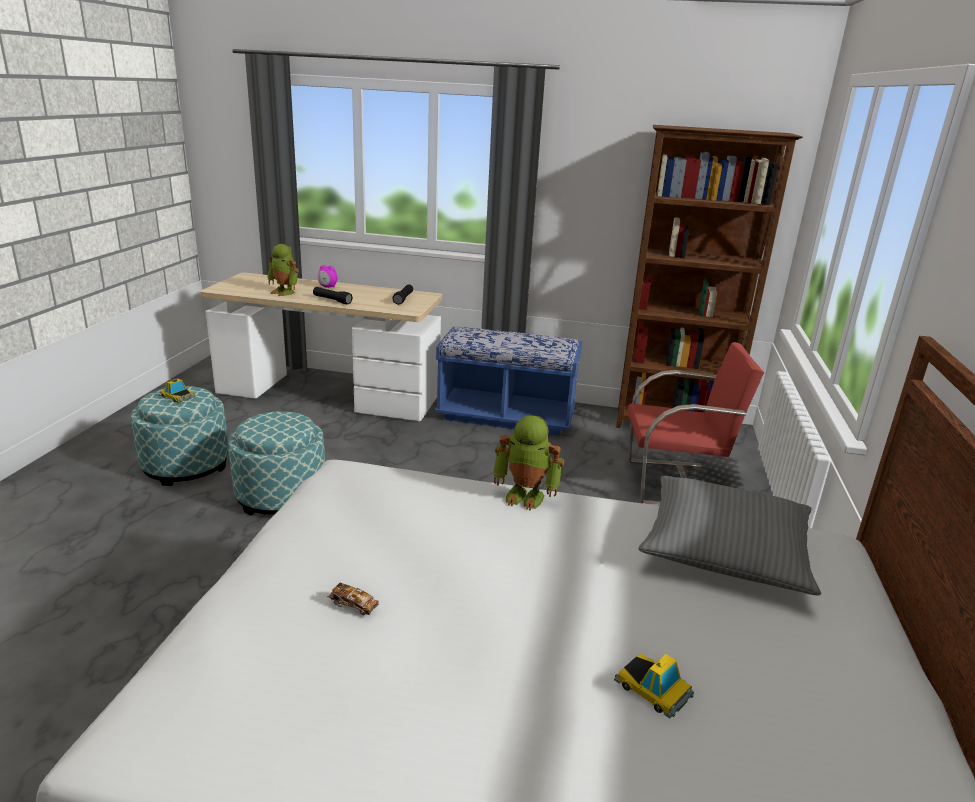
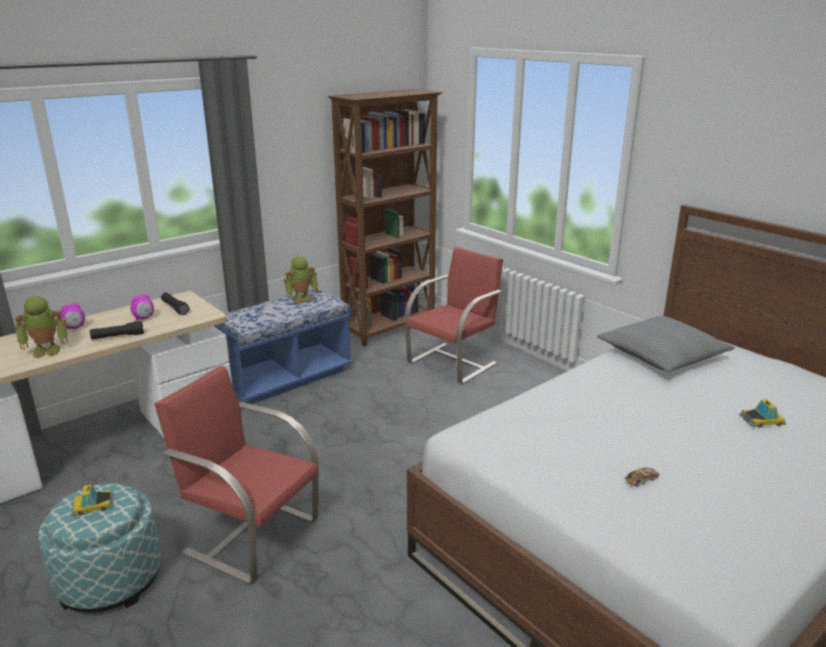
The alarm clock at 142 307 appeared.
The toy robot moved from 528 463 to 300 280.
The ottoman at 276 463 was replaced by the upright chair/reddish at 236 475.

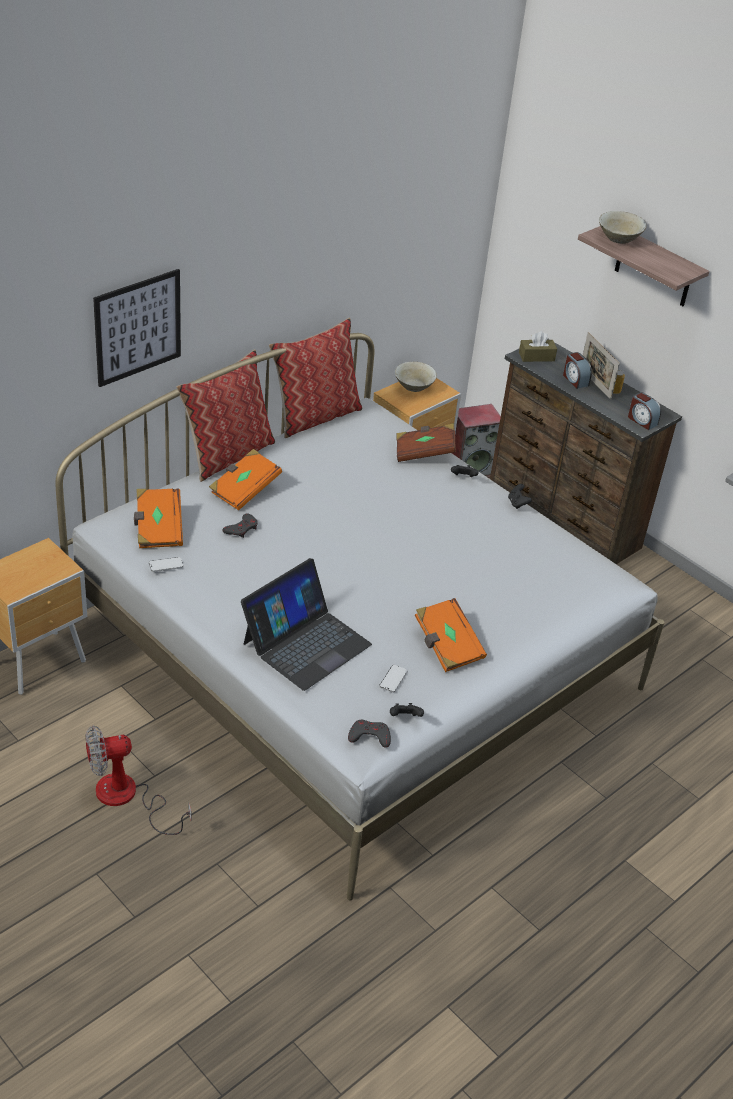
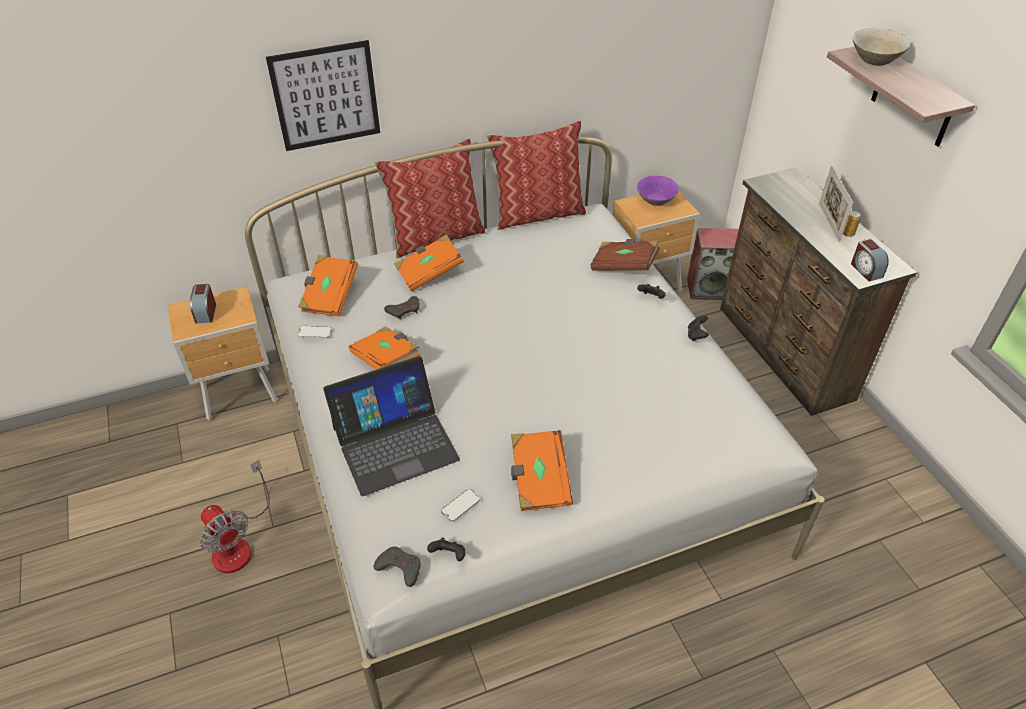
The box of tissues/brown at 538 346 disappeared.
The bound book/orangey at 385 348 appeared.
The alarm clock moved from 577 370 to 203 303.
The serving bowl/sand-coloured at 416 377 became the serving bowl/purplish at 658 191.
The cooling fan at 139 780 turned 135 degrees counterclockwise.

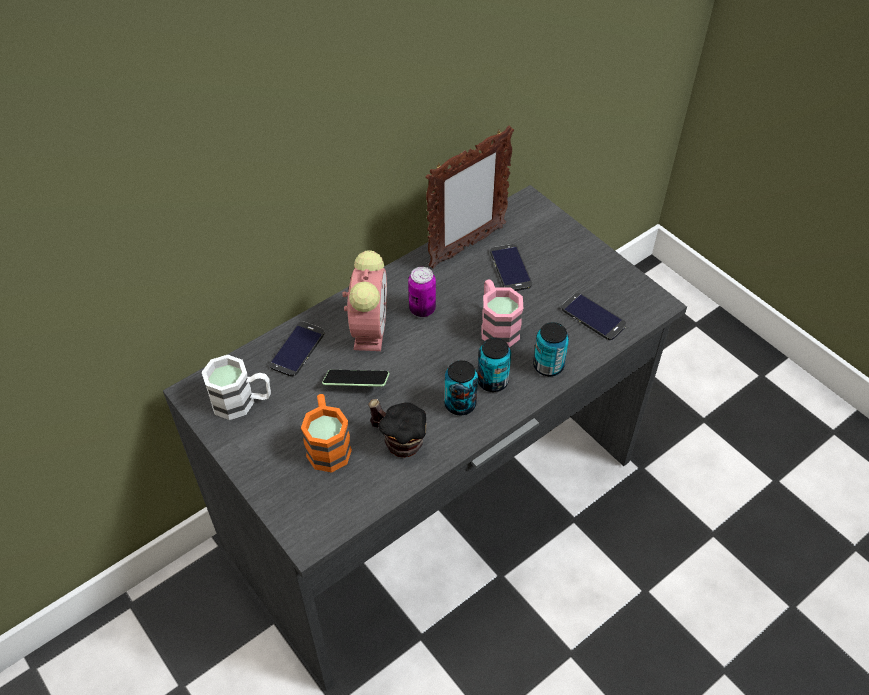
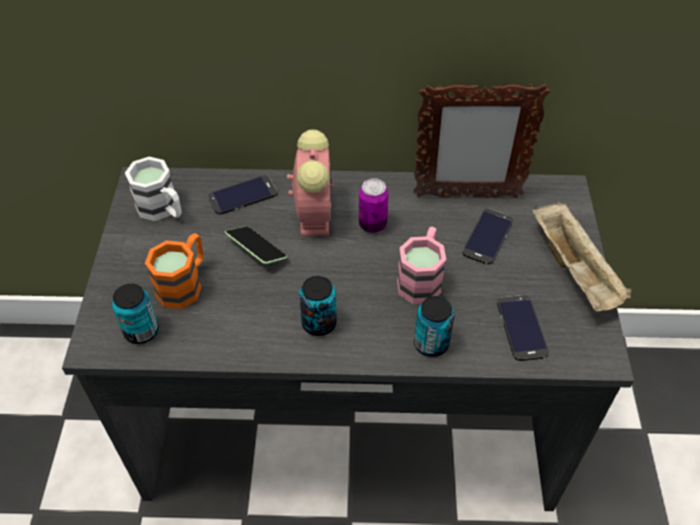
The tea mug at 397 428 disappeared.
The tray/sand-coloured at 582 256 appeared.
The sealed can moved from 494 365 to 135 314.
The alarm clock at 364 300 turned 45 degrees counterclockwise.

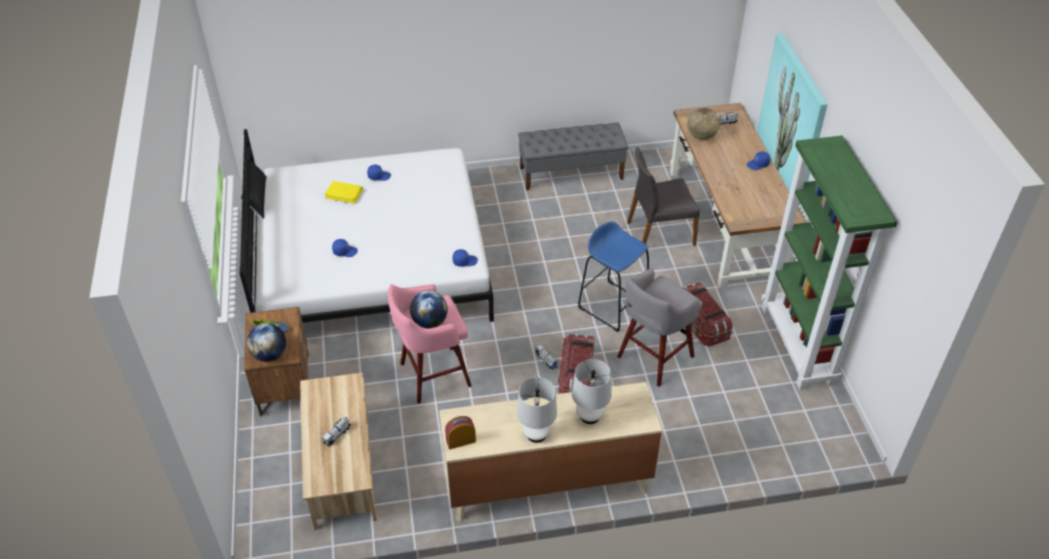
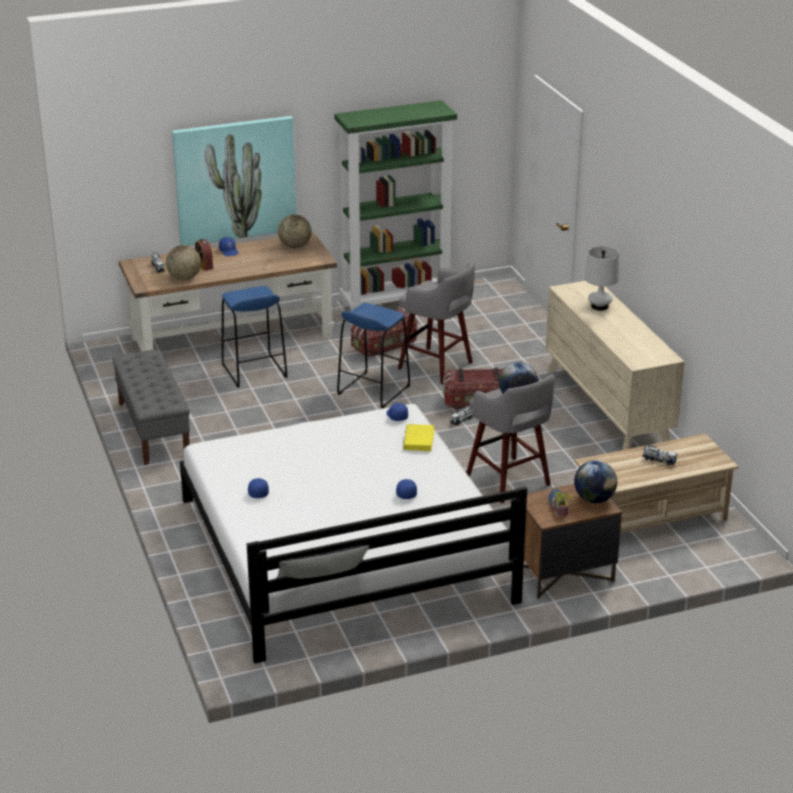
The lamp for a table/white at 537 410 disappeared.
The globe at 295 231 appeared.
The bound book/yellow moved from 343 192 to 419 437.
The alarm clock moved from 460 432 to 204 255.
The upright chair/gray at 663 196 was replaced by the stool seat/blue-coloured at 254 337.
The stool seat/pink at 429 344 became the stool seat/gray at 510 439.

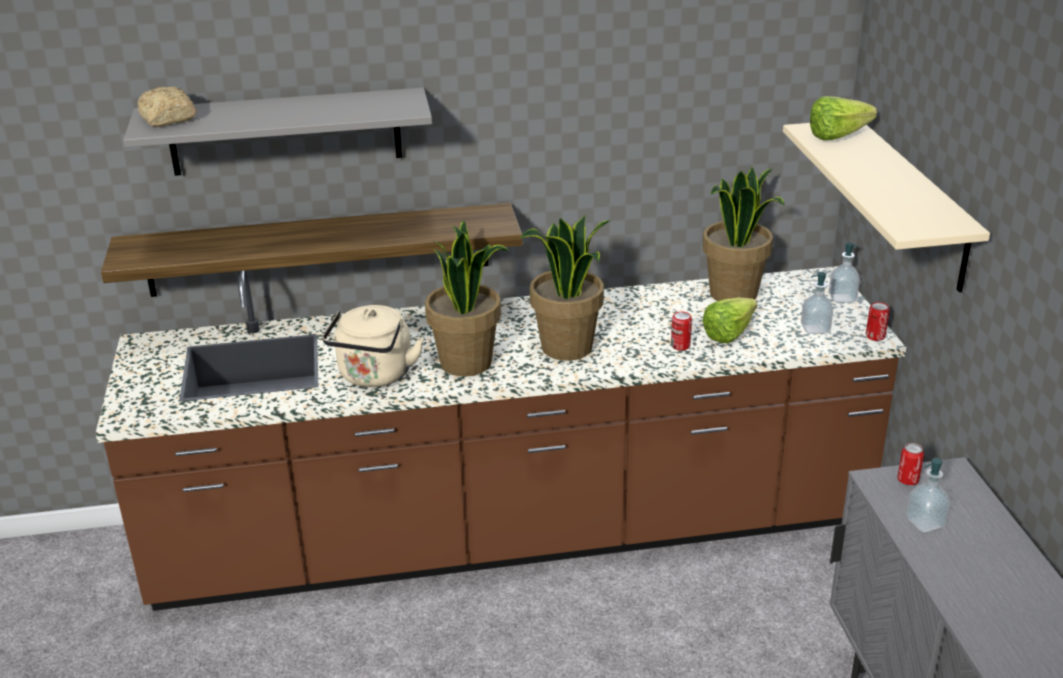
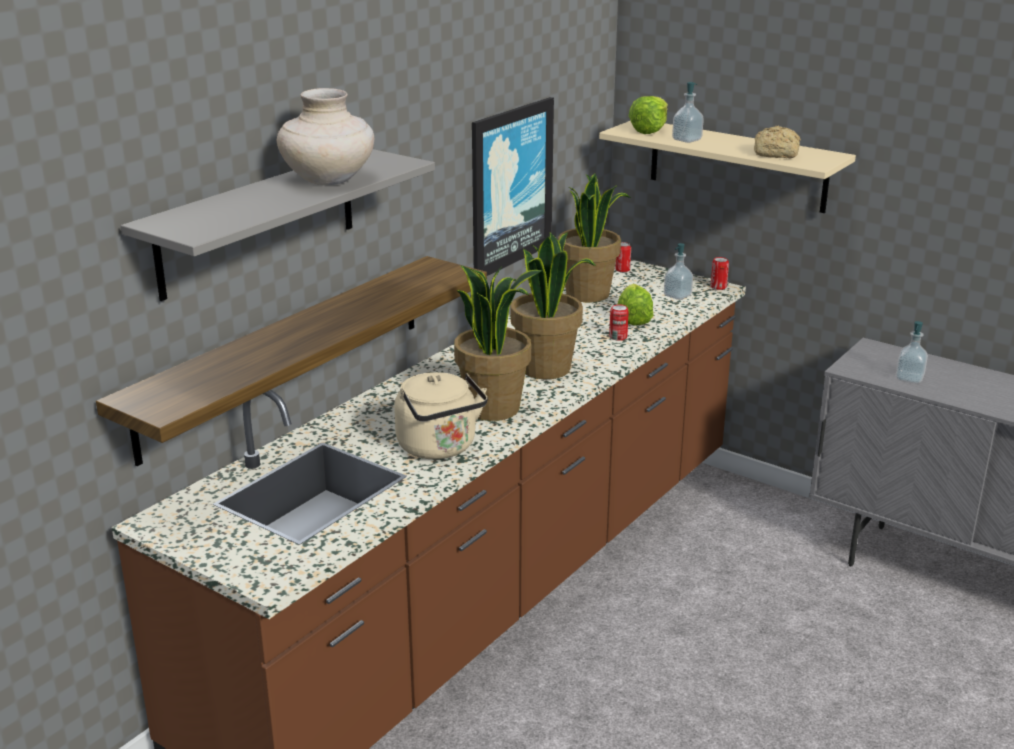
The vase/sand-coloured at 325 136 appeared.
The wall picture at 513 186 appeared.
The bakery bread moved from 167 106 to 777 142.
The soap dispenser moved from 844 272 to 688 112.
The sealed can moved from 910 464 to 623 257.

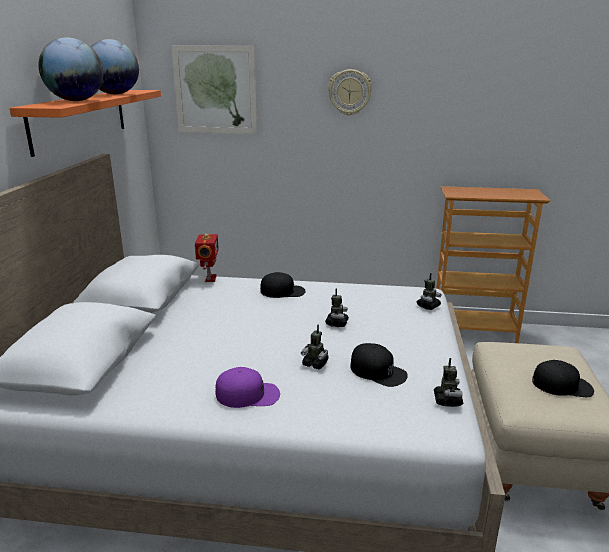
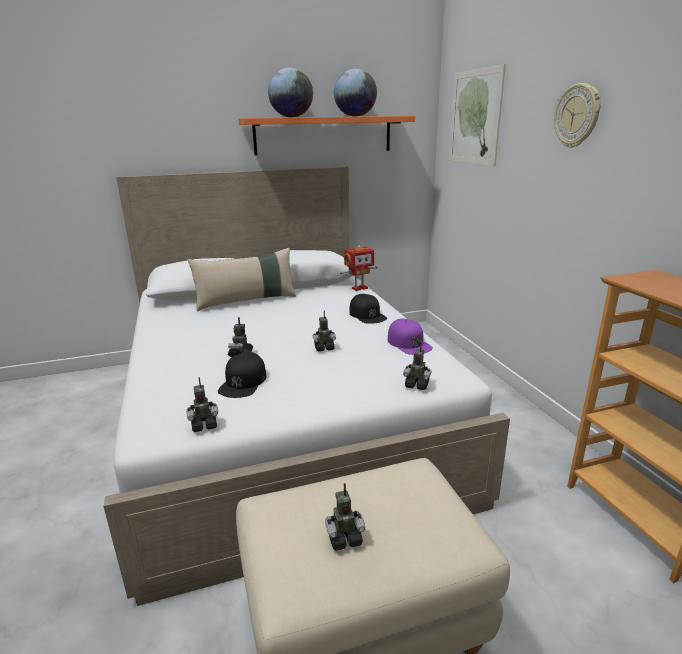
The cushion/sand-coloured at 242 279 appeared.
The baseball cap/purplish moved from 247 387 to 410 336.
The baseball cap/blackish at 563 378 was replaced by the toy robot at 345 517.

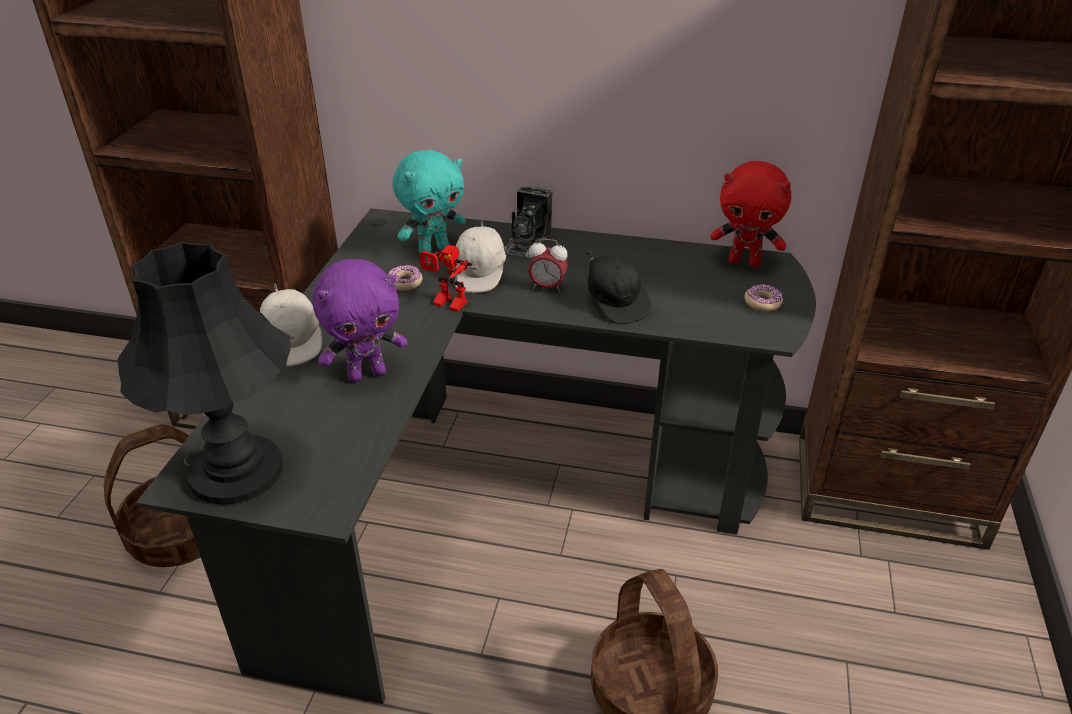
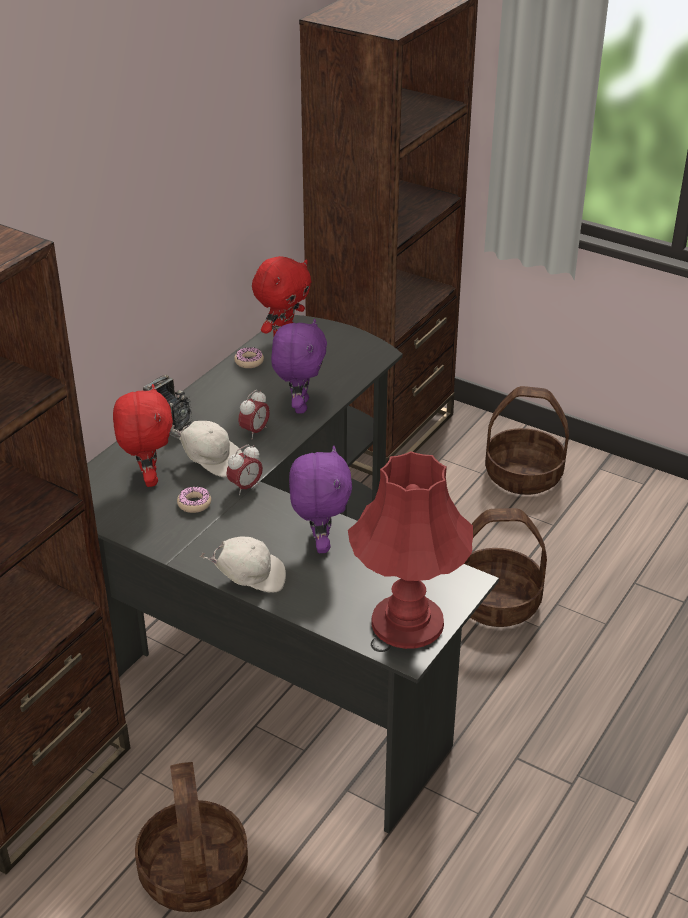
The storage basket at 527 440 appeared.
The donut moved from 763 297 to 249 357.
The toy robot at 445 278 was replaced by the alarm clock at 244 469.
The baseball cap/blackish at 619 287 was replaced by the plush toy/purplish at 299 366.
The lamp for a table/blackish at 204 373 became the lamp for a table/reddish at 410 550.
The plush toy/turquoise at 429 201 became the plush toy/reddish at 143 435.

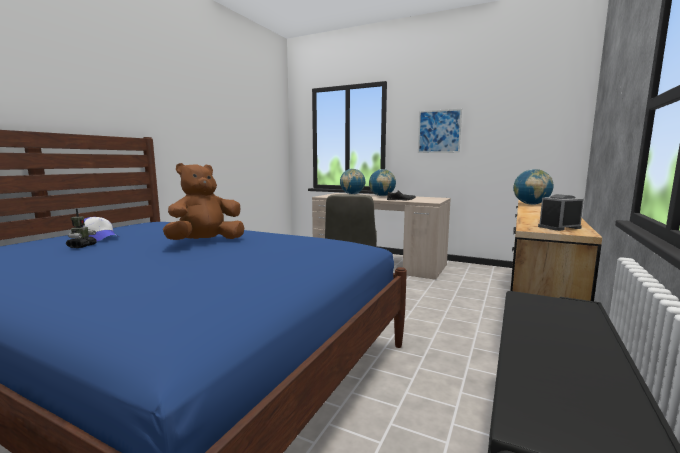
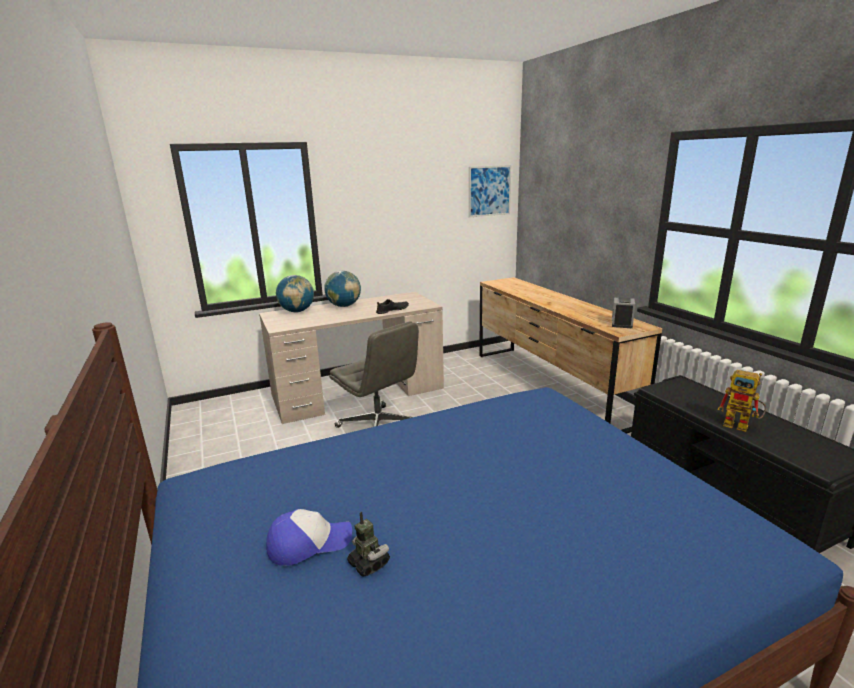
The plush toy/brown at 203 201 disappeared.
The globe at 533 187 disappeared.
The toy robot at 741 401 appeared.
The wall picture moved from 440 131 to 490 191.

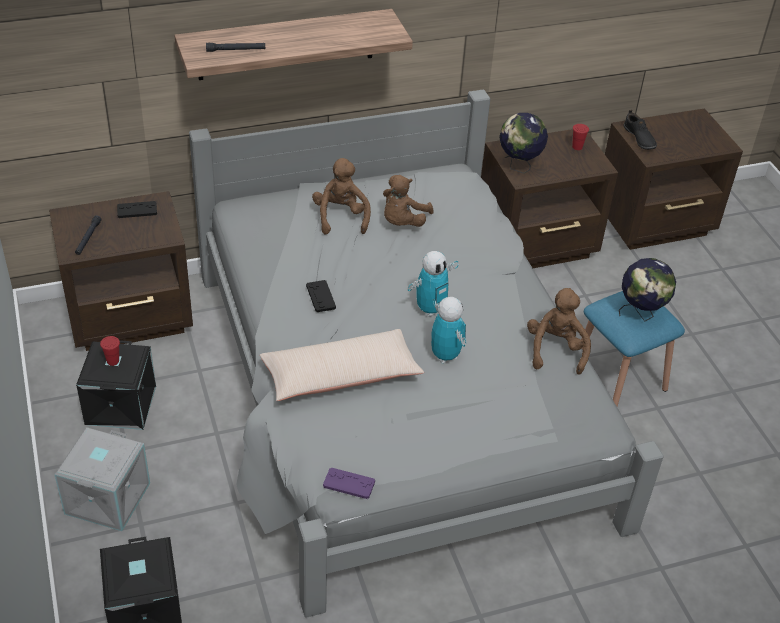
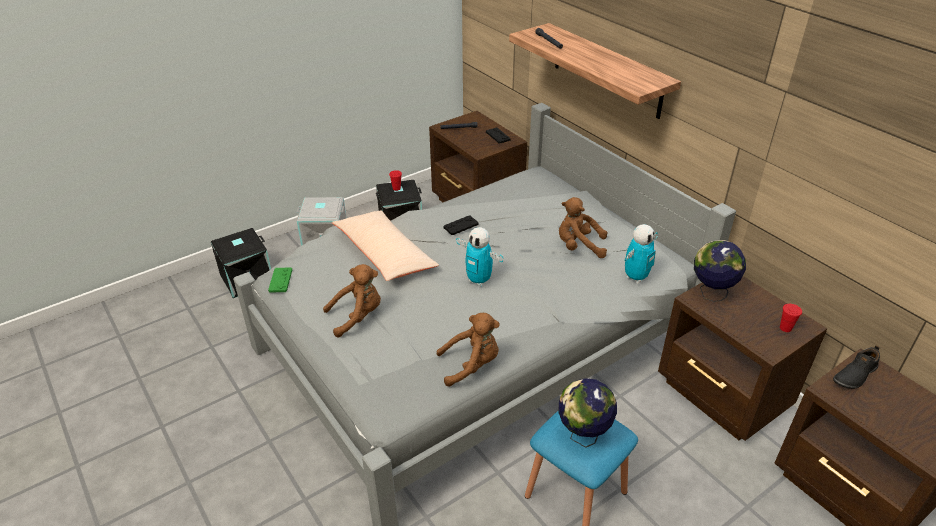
The plush toy/brown moved from 341 196 to 352 300.
The toy robot moved from 448 330 to 641 253.
The gamepad/purplish at 349 483 became the gamepad/green-coloured at 280 280.

